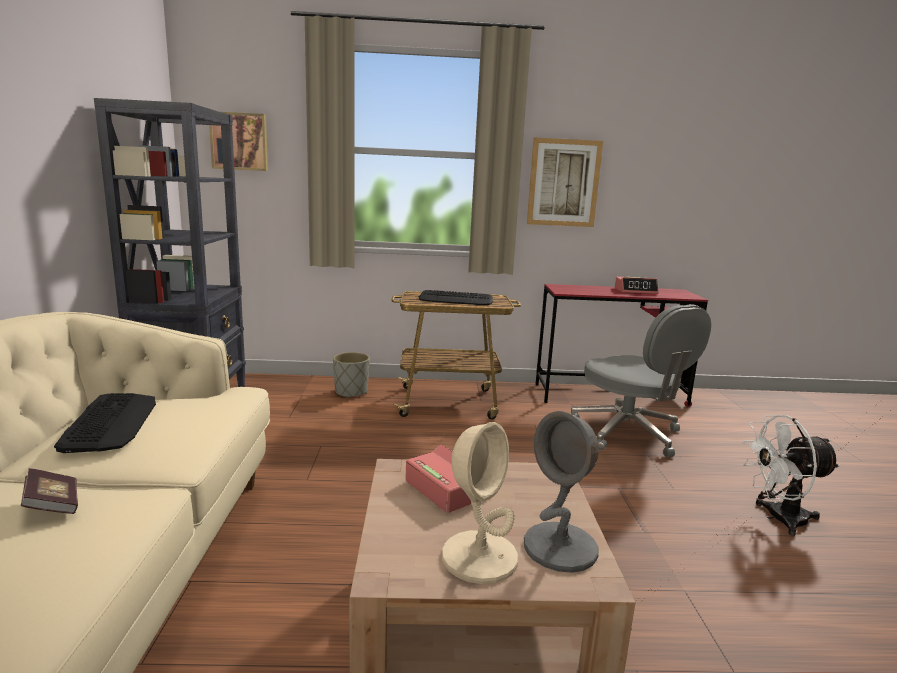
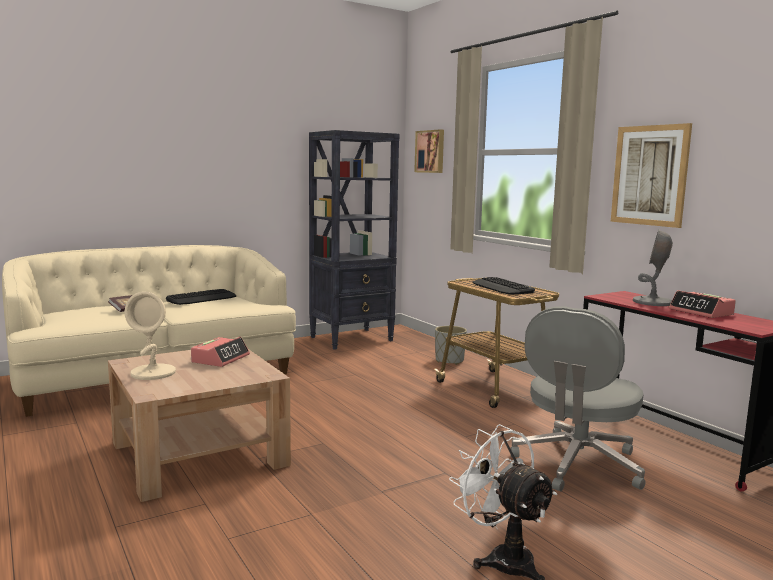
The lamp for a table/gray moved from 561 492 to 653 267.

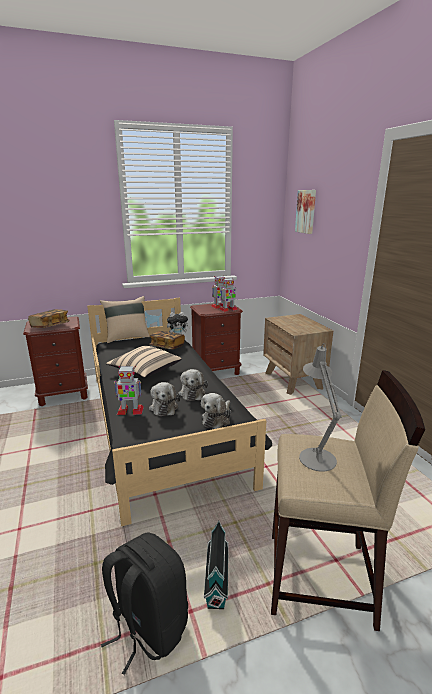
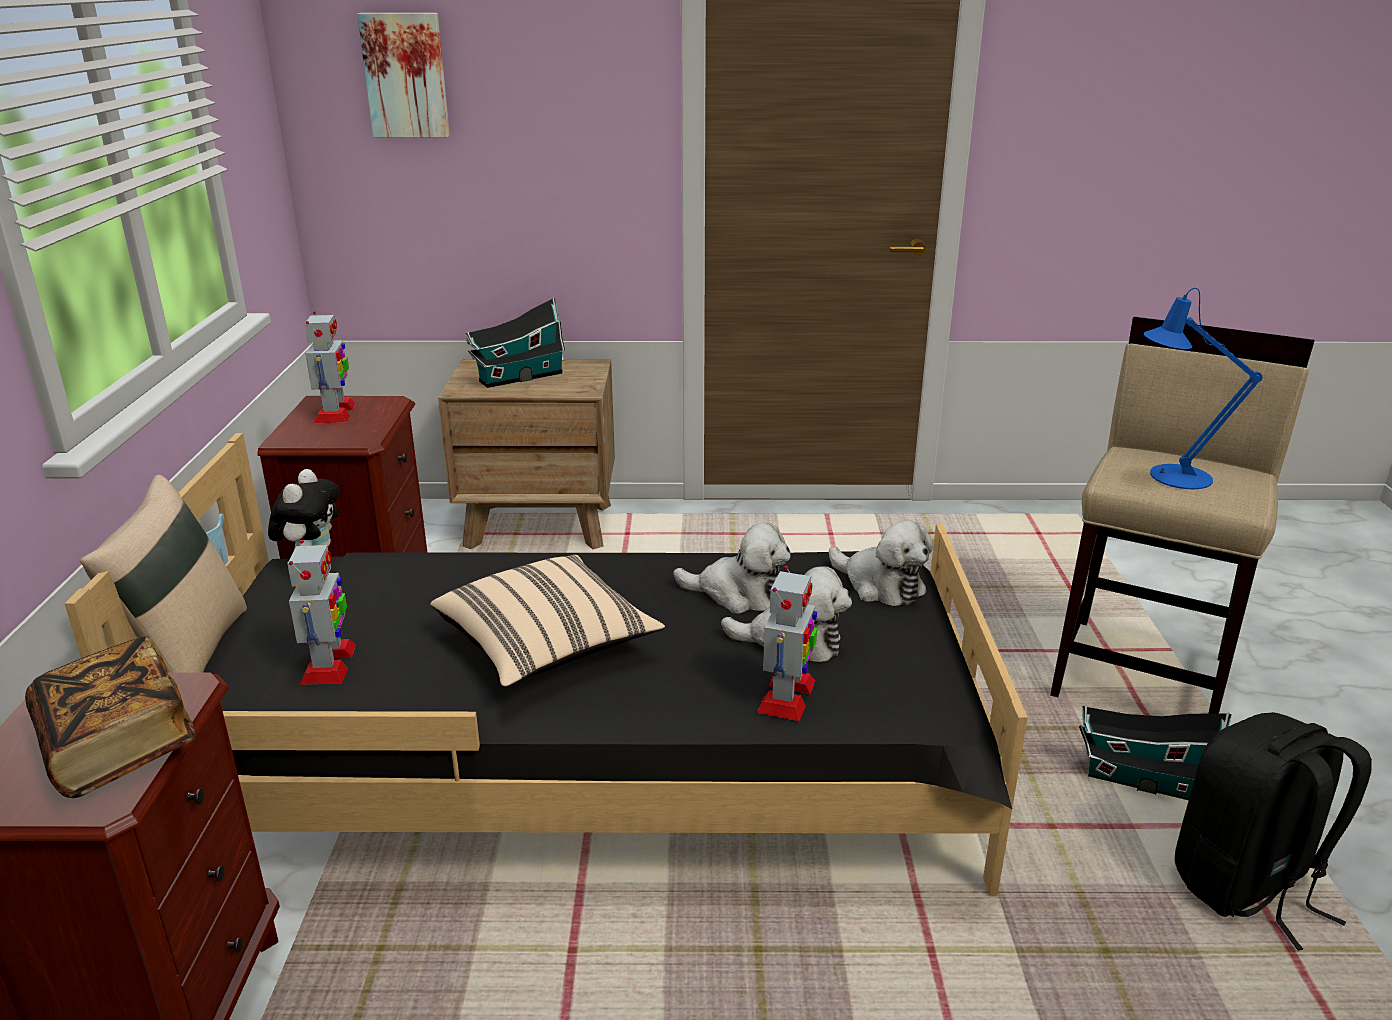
The bound book at 167 340 disappeared.
The toy house at 515 342 appeared.
The toy robot moved from 229 294 to 321 612.
The lamp for a table/gray at 320 407 became the lamp for a table/blue-coloured at 1203 388.

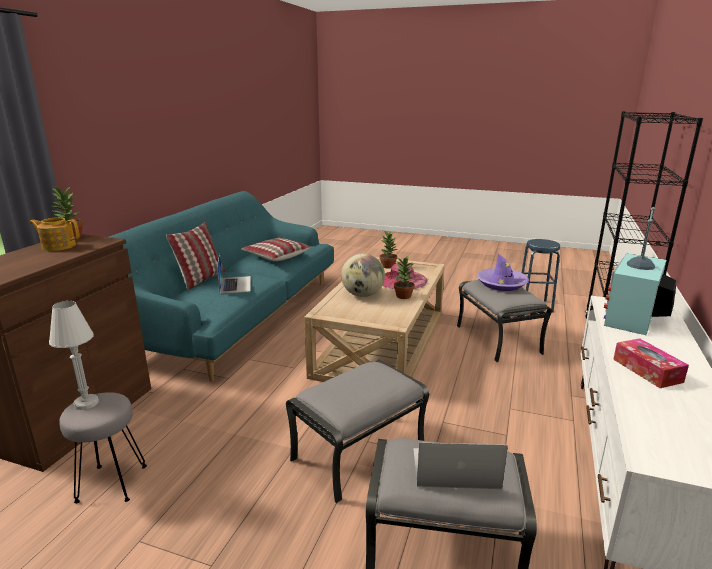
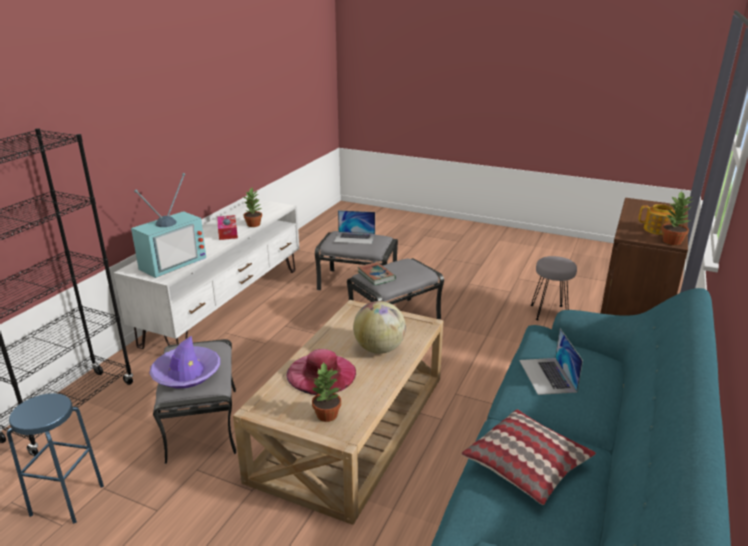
The lamp for a table/white at 74 355 disappeared.
The cushion at 195 256 disappeared.
The bound book at 377 273 appeared.
The houseplant moved from 404 277 to 252 207.

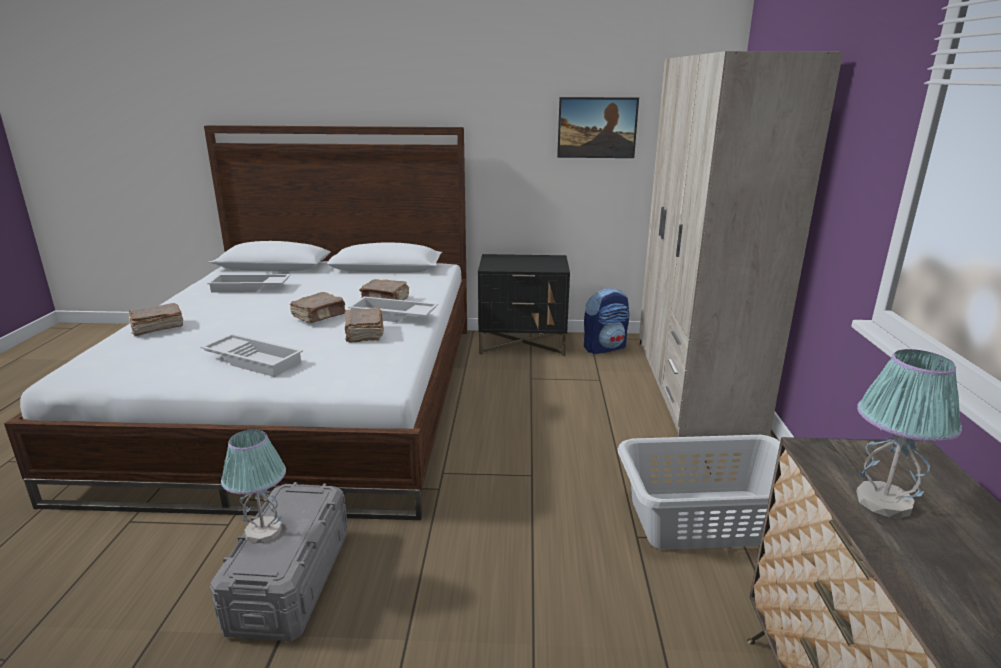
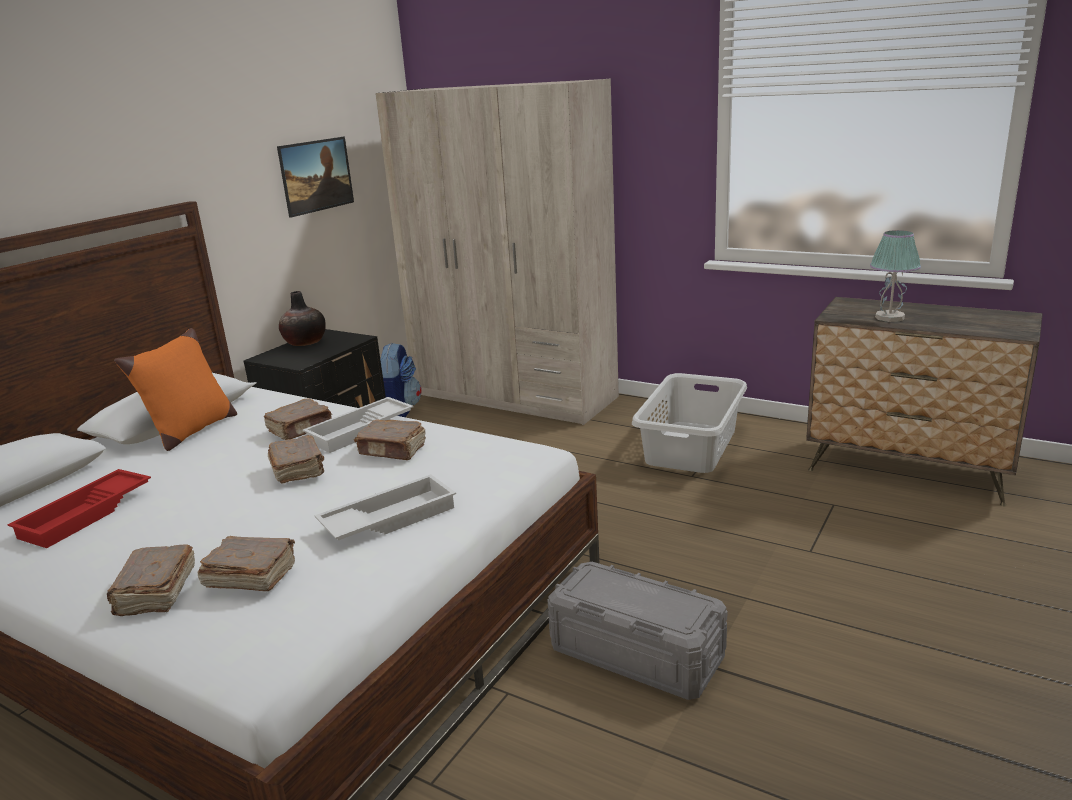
The lamp for a table at 253 486 disappeared.
The cushion/orangey at 175 389 appeared.
The bound book/brown at 246 563 appeared.
The vase at 302 318 appeared.
The tray/white at 249 283 became the tray/reddish at 79 508.

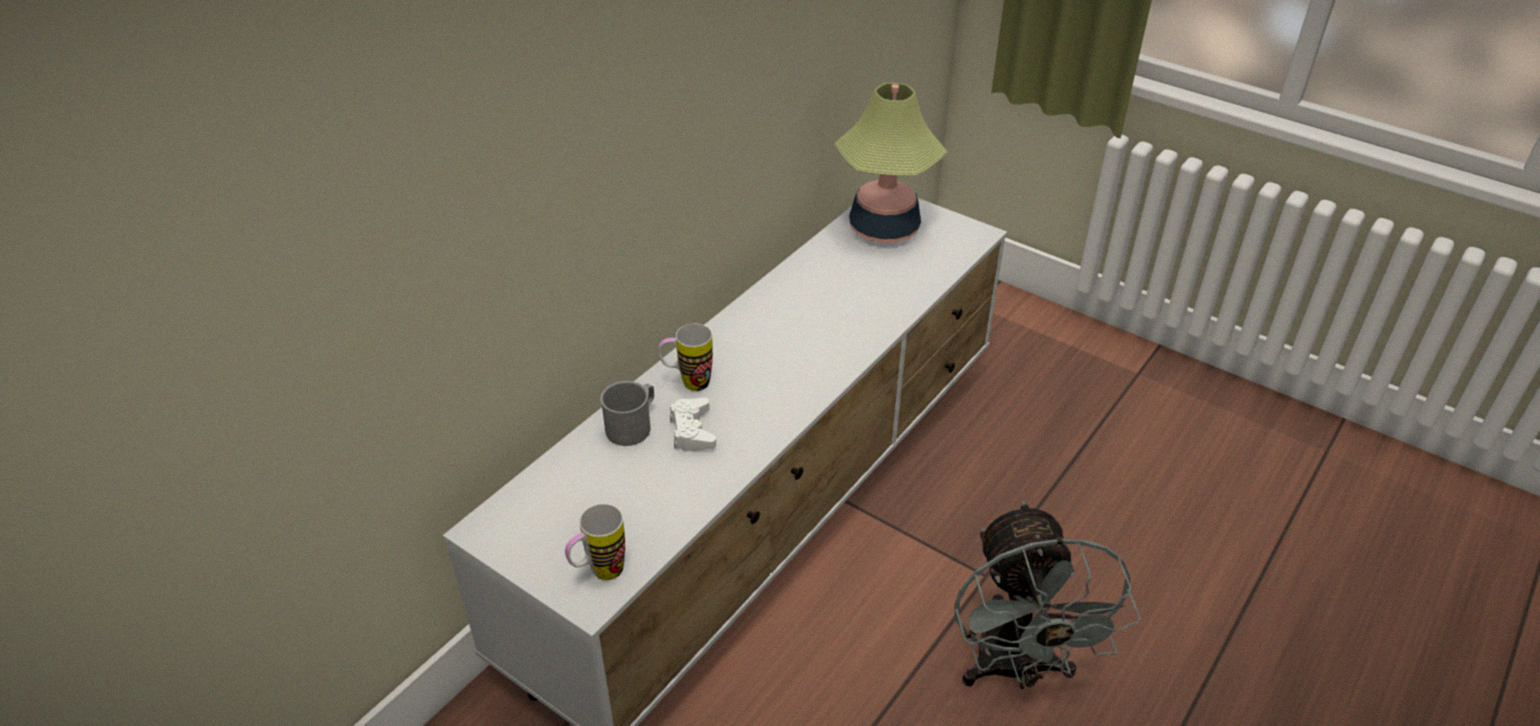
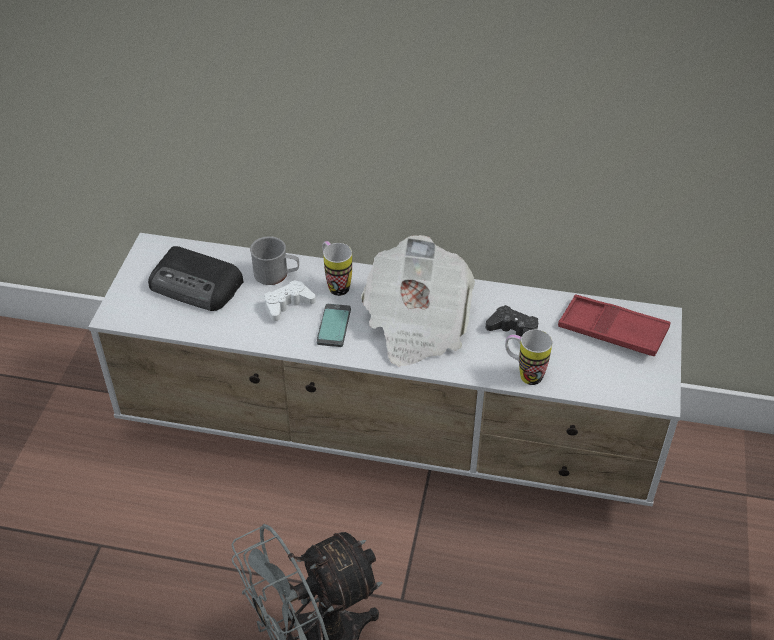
The radio at 196 278 appeared.
The phone at 334 325 appeared.
The daily paper at 418 301 appeared.
The gamepad/blackish at 512 321 appeared.
The tea mug moved from 595 542 to 528 357.
The lamp for a table at 891 163 was replaced by the tray/reddish at 614 325.

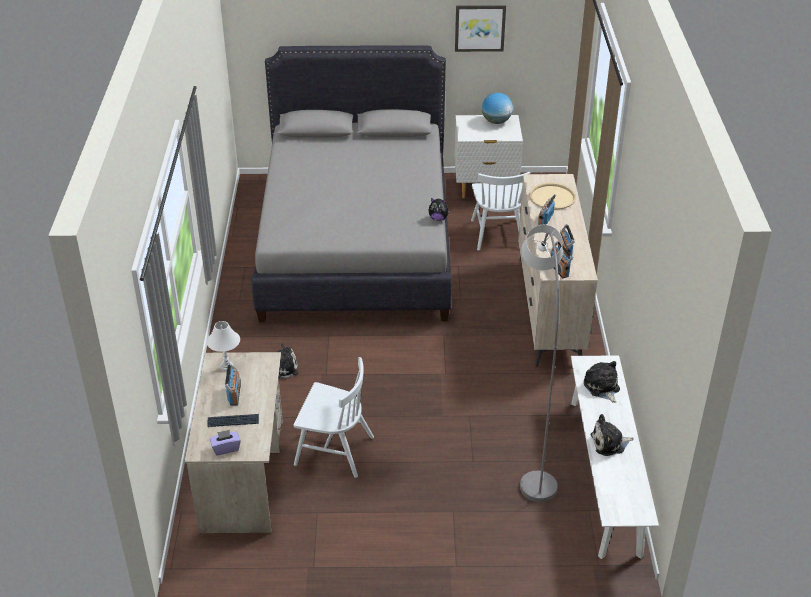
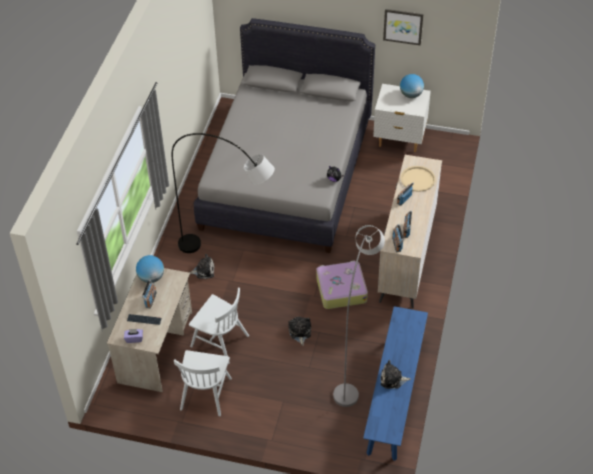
The standing lamp/gray at 223 193 appeared.
The piece of luggage at 342 285 appeared.
The upright chair/white moved from 500 211 to 203 383.
The plush toy moved from 602 382 to 299 331.
The lamp for a table/white at 223 346 was replaced by the globe at 150 269.
The long seat/white at 615 457 became the long seat/blue-coloured at 395 383.

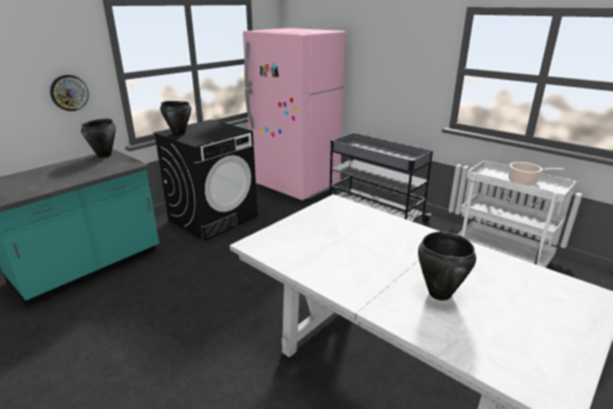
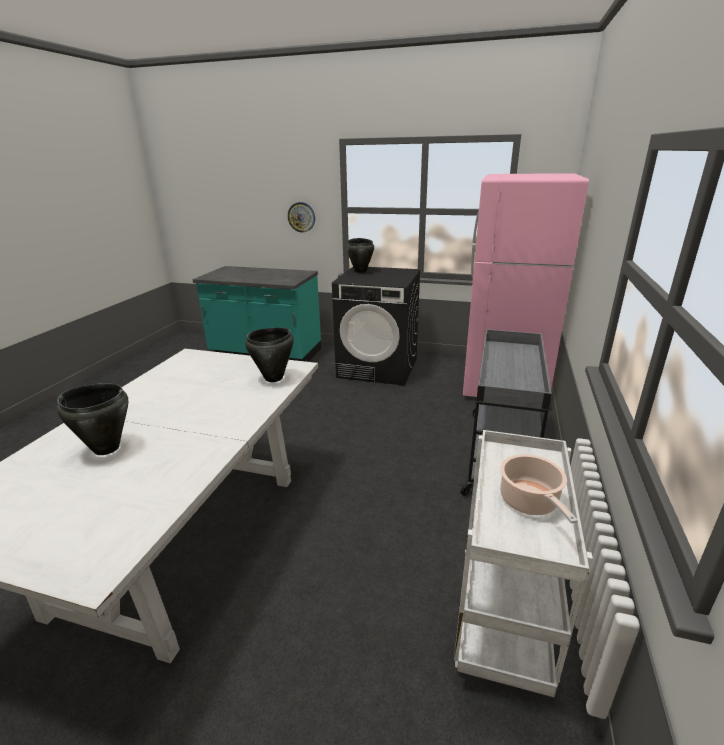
The stockpot/blackish moved from 98 138 to 269 355.

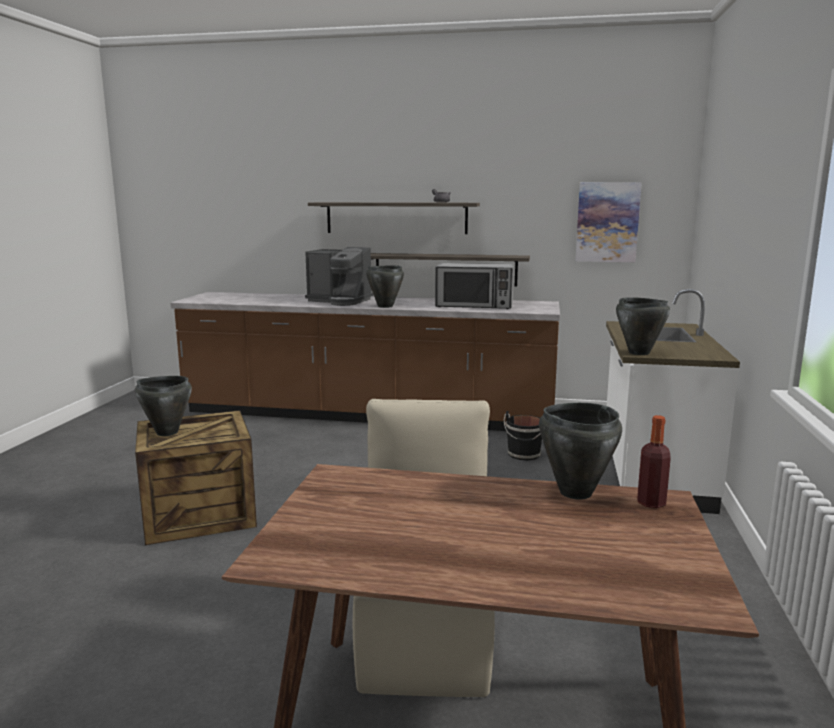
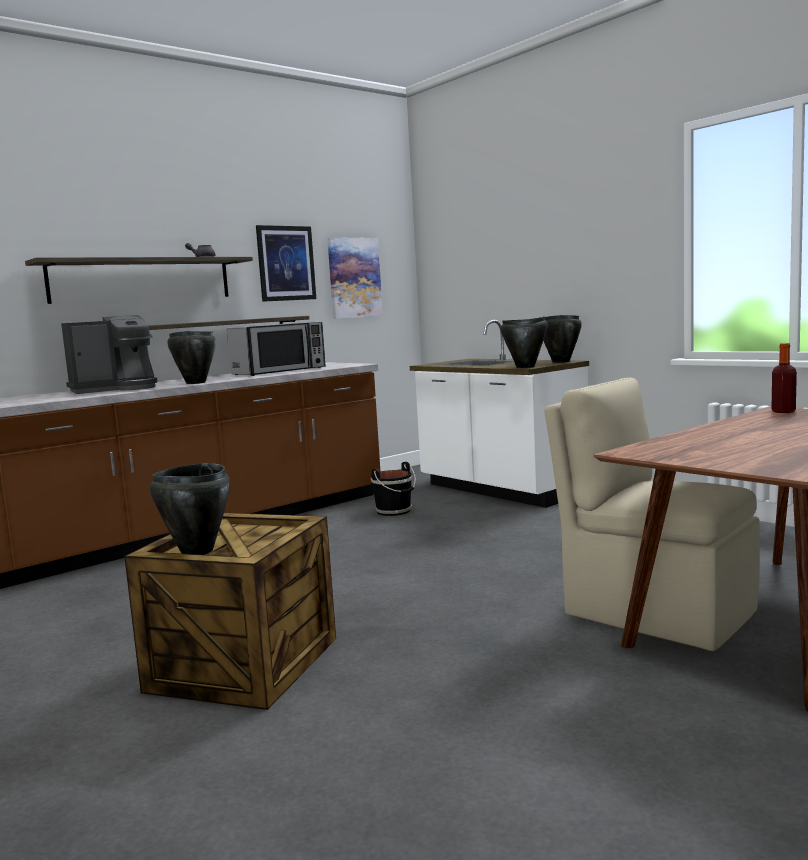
The wall picture at 286 263 appeared.
The stockpot/blackish moved from 580 451 to 562 339.

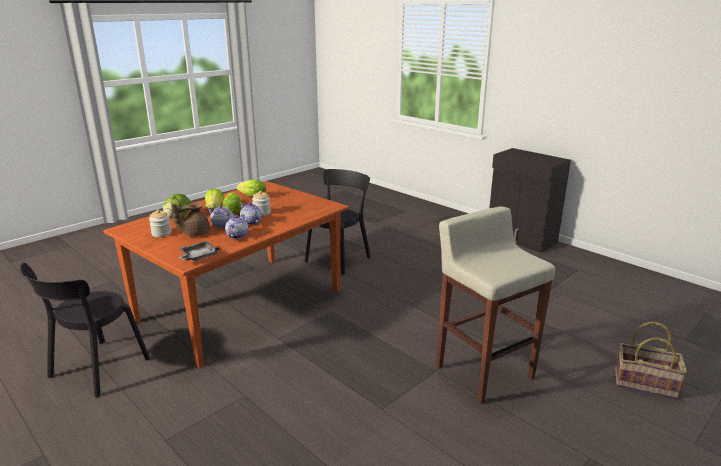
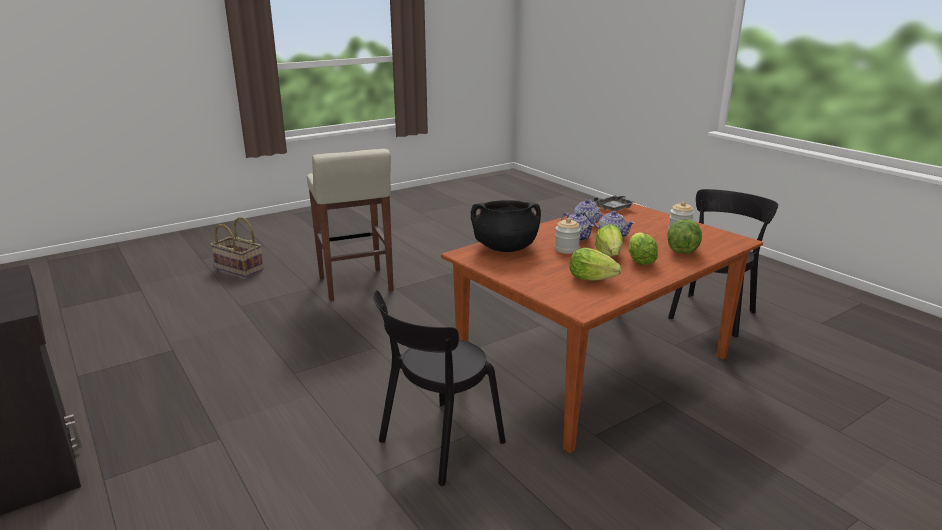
The teapot/brown at 190 219 disappeared.
The stockpot/blackish at 506 226 appeared.

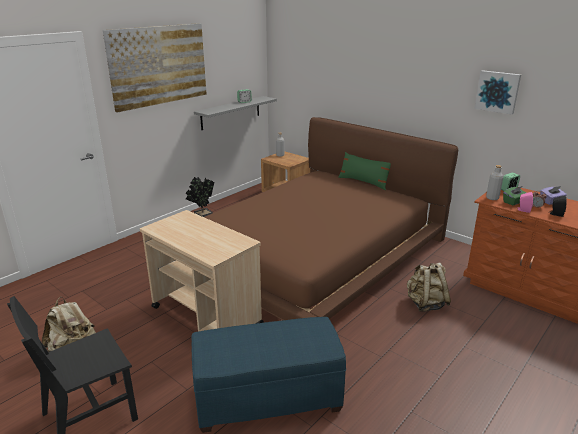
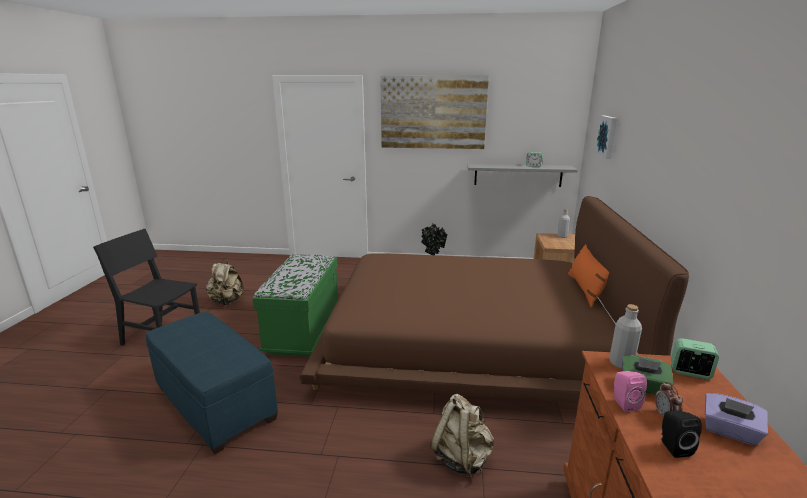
The wall picture moved from 497 92 to 606 137.
The cart/sand-coloured at 202 271 was replaced by the long seat/green-coloured at 295 305.
The cushion/green-coloured at 364 171 became the cushion/orangey at 588 275.

